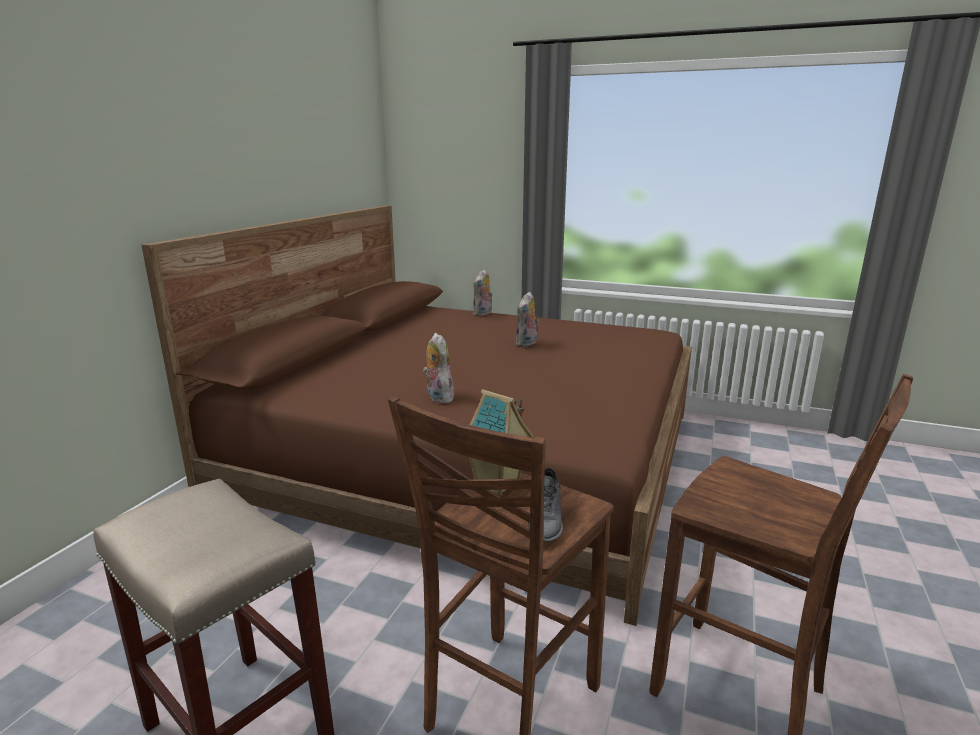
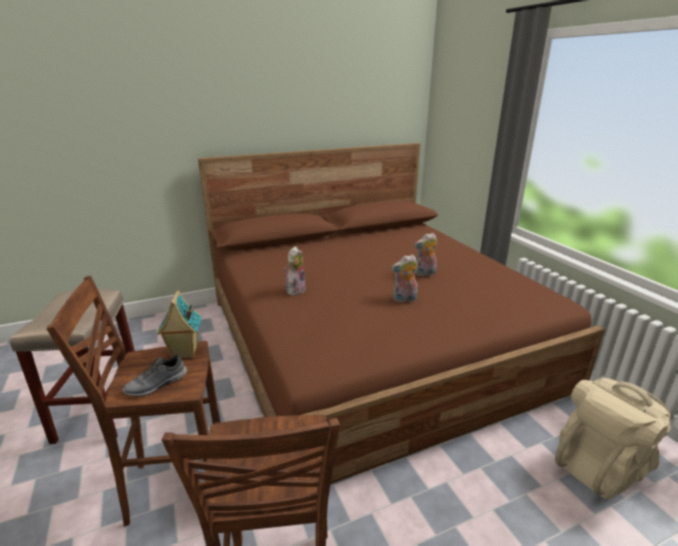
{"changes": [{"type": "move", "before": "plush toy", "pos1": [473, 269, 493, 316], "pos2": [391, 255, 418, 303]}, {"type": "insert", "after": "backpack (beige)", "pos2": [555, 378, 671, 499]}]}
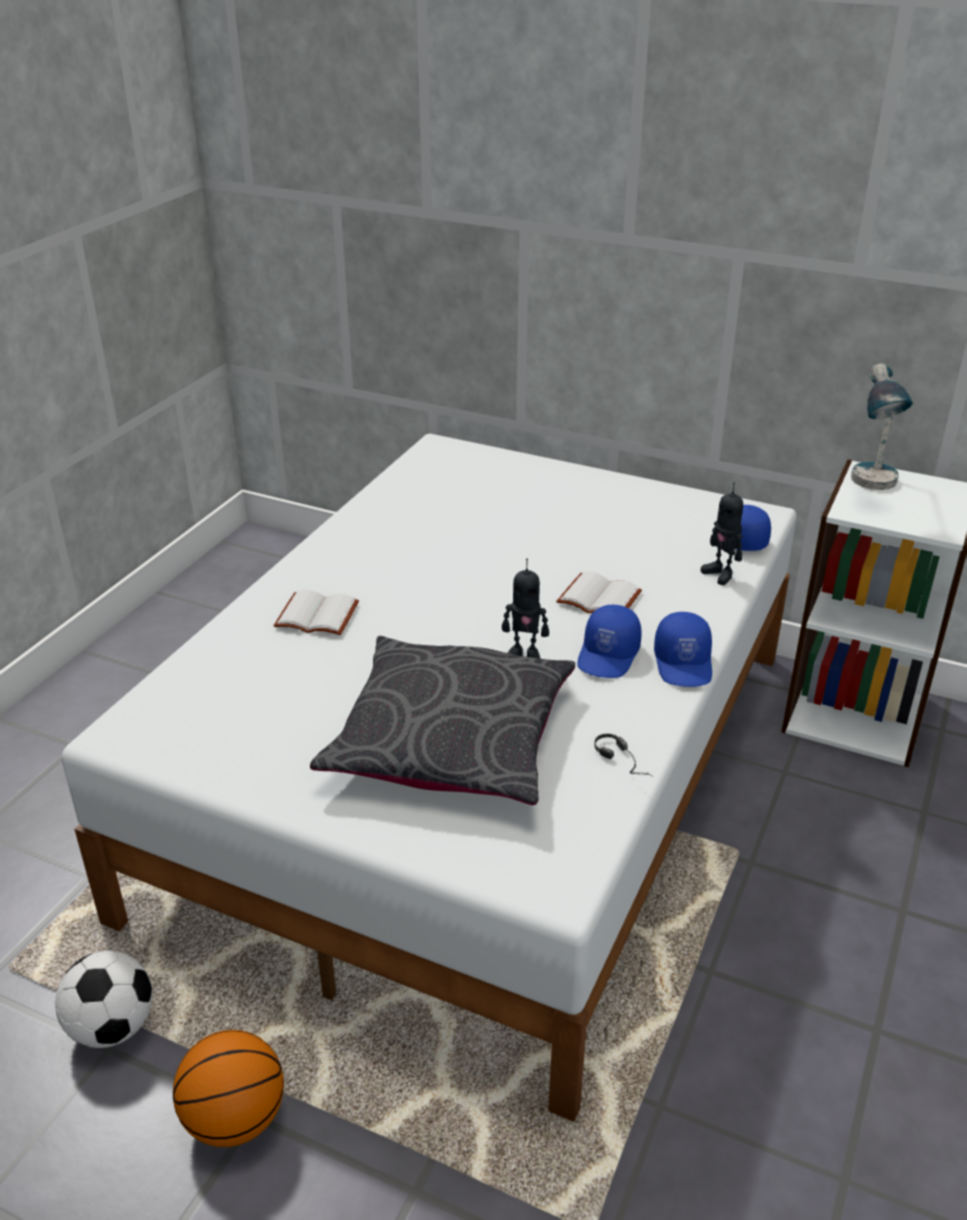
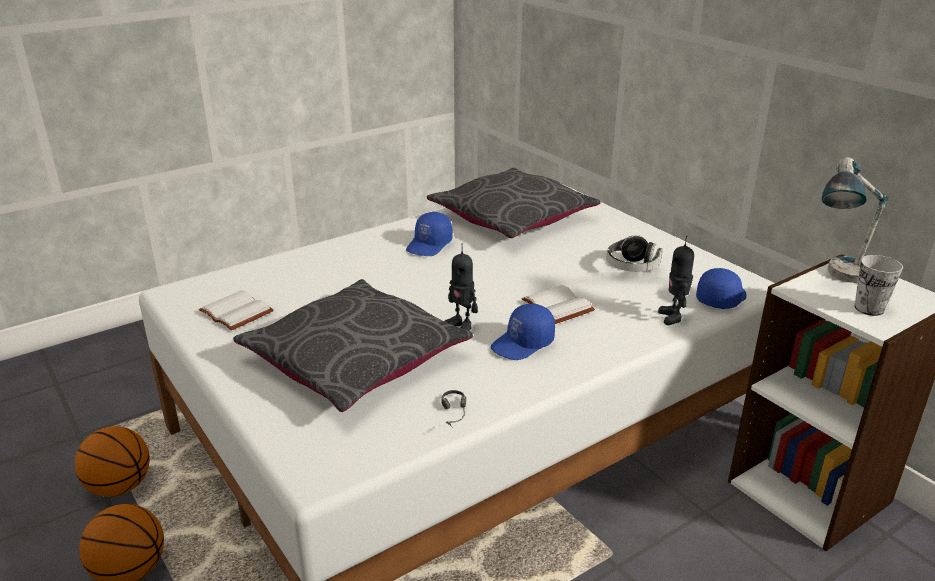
{"changes": [{"type": "replace", "before": "football", "after": "basketball", "pos1": [55, 950, 153, 1048], "pos2": [74, 426, 150, 497]}, {"type": "move", "before": "book (white)", "pos1": [274, 590, 359, 635], "pos2": [199, 290, 273, 330]}, {"type": "move", "before": "cap (blue)", "pos1": [654, 612, 712, 687], "pos2": [406, 212, 453, 256]}, {"type": "insert", "after": "pillow (grey)", "pos2": [427, 168, 600, 238]}, {"type": "insert", "after": "headphones", "pos2": [606, 235, 662, 272]}, {"type": "insert", "after": "cup", "pos2": [855, 255, 903, 316]}]}
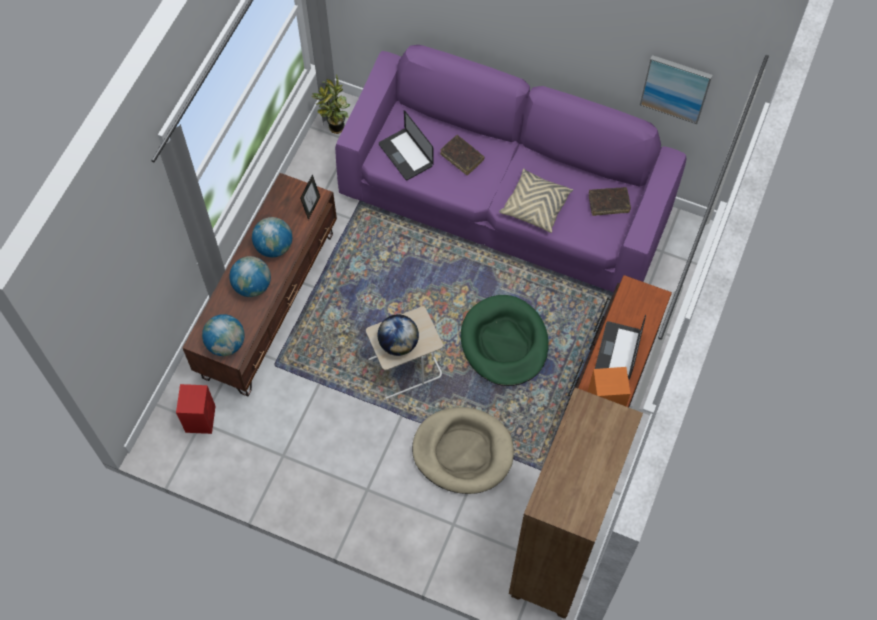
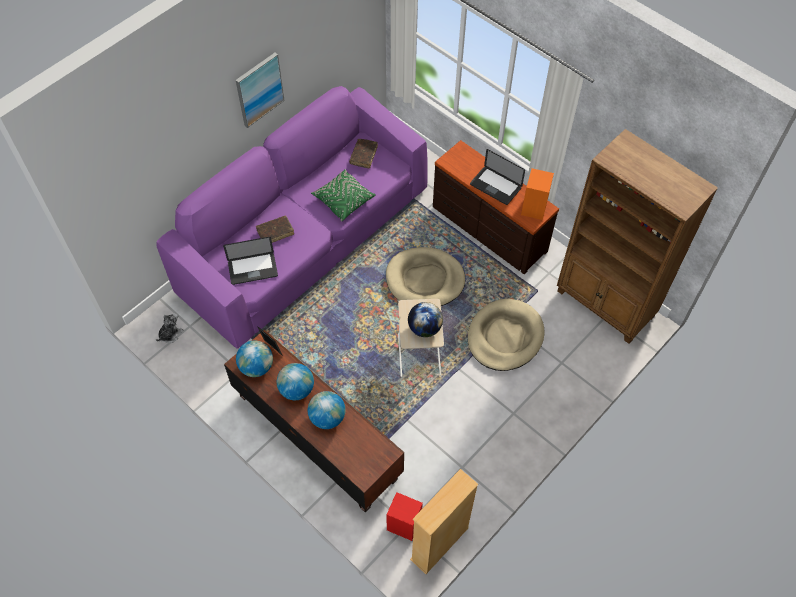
{"changes": [{"type": "replace", "before": "potted plant", "after": "plush toy", "pos1": [312, 74, 351, 134], "pos2": [156, 313, 183, 343]}, {"type": "move", "before": "picture", "pos1": [640, 55, 712, 124], "pos2": [236, 53, 285, 128]}, {"type": "move", "before": "globe", "pos1": [202, 314, 245, 356], "pos2": [236, 340, 273, 377]}, {"type": "recolor", "before": "pillow (beige)", "after": "pillow (green)", "pos1": [499, 169, 574, 233], "pos2": [311, 169, 376, 222]}, {"type": "recolor", "before": "dog bed (green)", "after": "dog bed (beige)", "pos1": [461, 295, 549, 386], "pos2": [386, 247, 465, 306]}, {"type": "insert", "after": "bookcase (beige)", "pos2": [410, 469, 478, 574]}]}
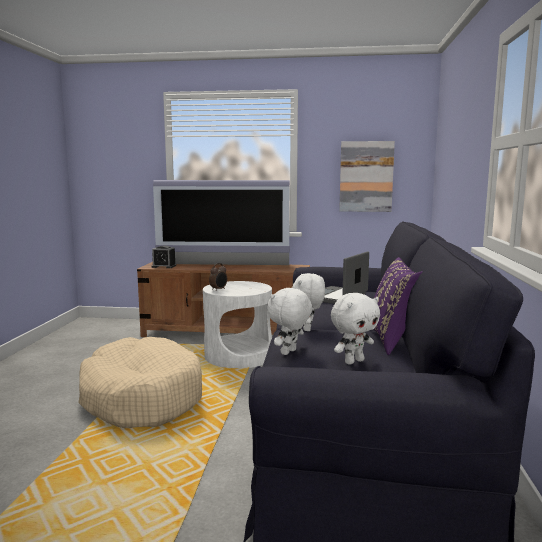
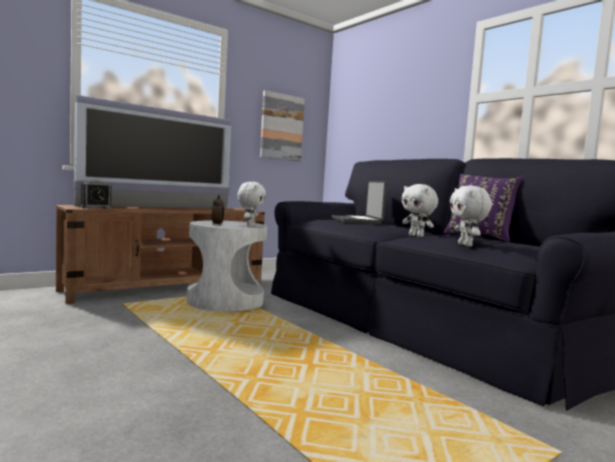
{"changes": [{"type": "move", "before": "plush toy (white)", "pos1": [331, 293, 380, 364], "pos2": [237, 182, 266, 227]}, {"type": "delete", "before": "dog bed (beige)", "pos1": [79, 337, 202, 428]}]}
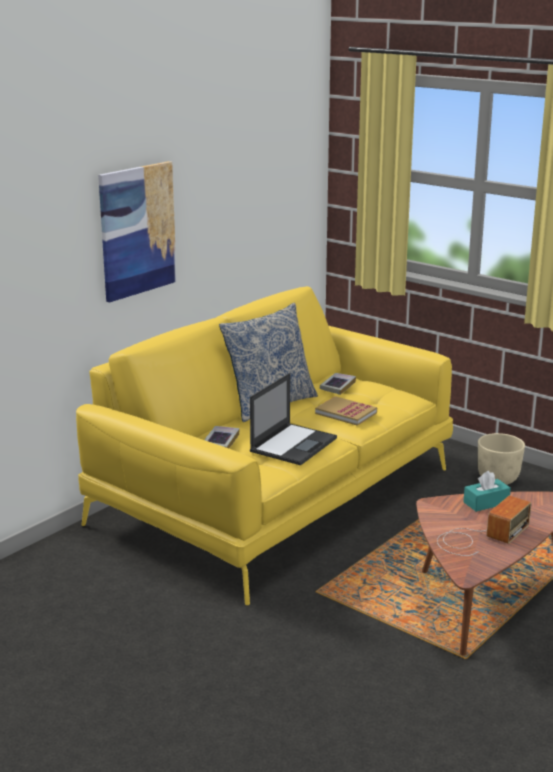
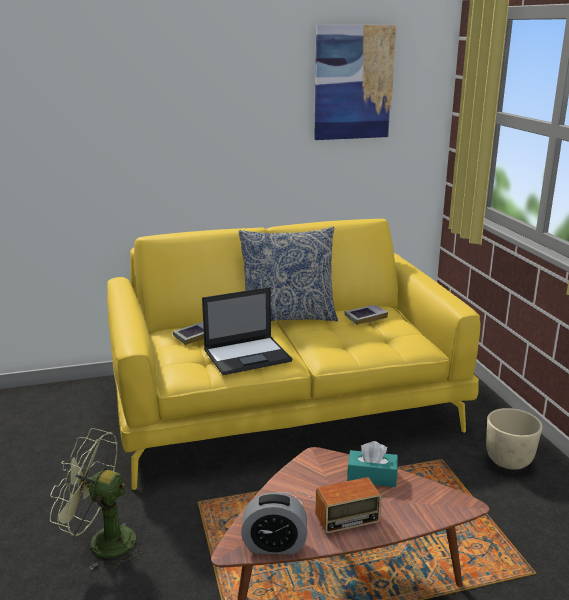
{"changes": [{"type": "insert", "after": "fan (green)", "pos2": [50, 428, 143, 570]}, {"type": "insert", "after": "alarm clock", "pos2": [241, 492, 307, 554]}, {"type": "move", "before": "picture", "pos1": [98, 161, 177, 302], "pos2": [314, 25, 396, 140]}, {"type": "delete", "before": "book", "pos1": [315, 396, 377, 426]}]}
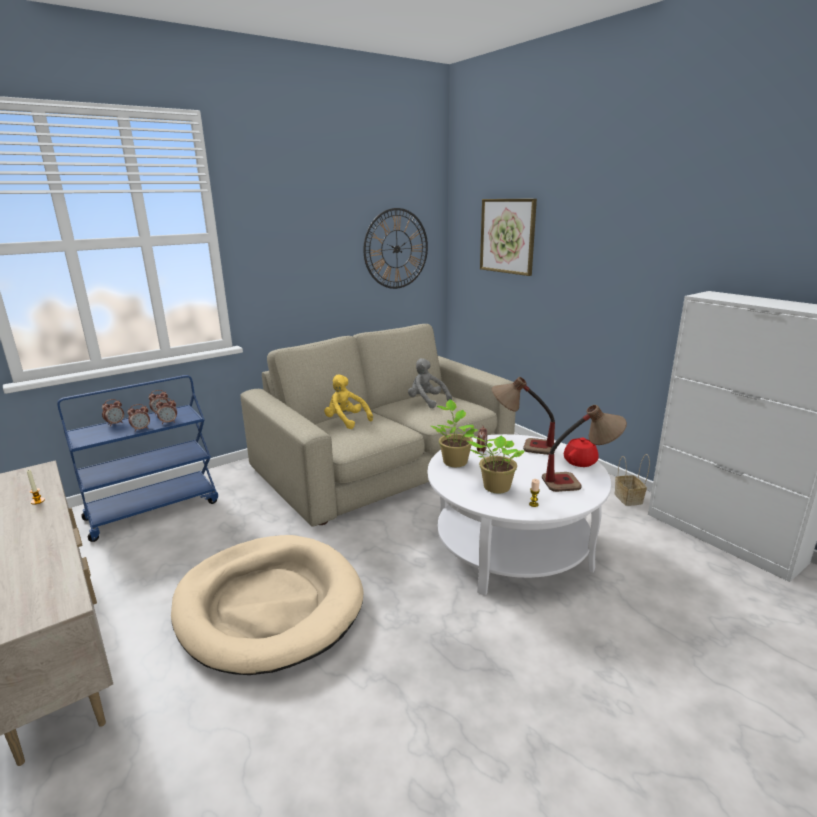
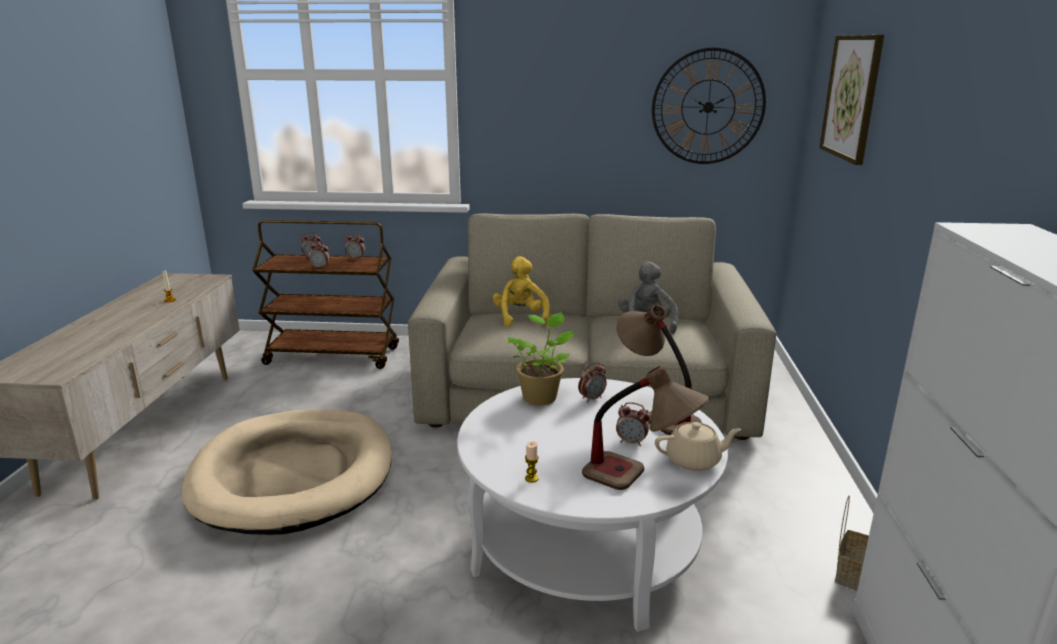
{"changes": [{"type": "recolor", "before": "cart (blue)", "after": "cart (brown)", "pos1": [57, 375, 218, 542], "pos2": [252, 220, 399, 369]}, {"type": "move", "before": "alarm clock", "pos1": [156, 398, 177, 424], "pos2": [616, 402, 650, 446]}, {"type": "recolor", "before": "teapot (red)", "after": "teapot (beige)", "pos1": [564, 438, 599, 467], "pos2": [655, 422, 741, 471]}, {"type": "delete", "before": "potted plant", "pos1": [467, 436, 525, 493]}]}
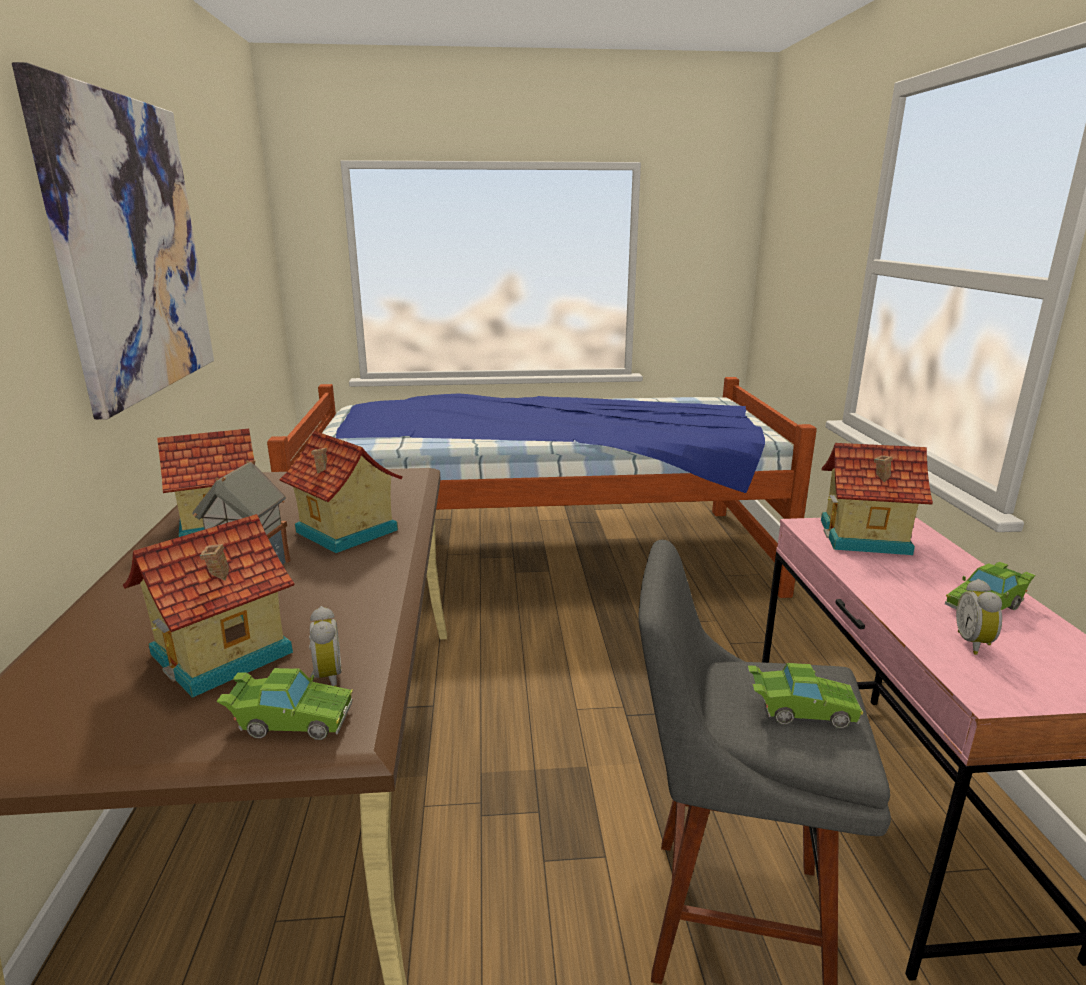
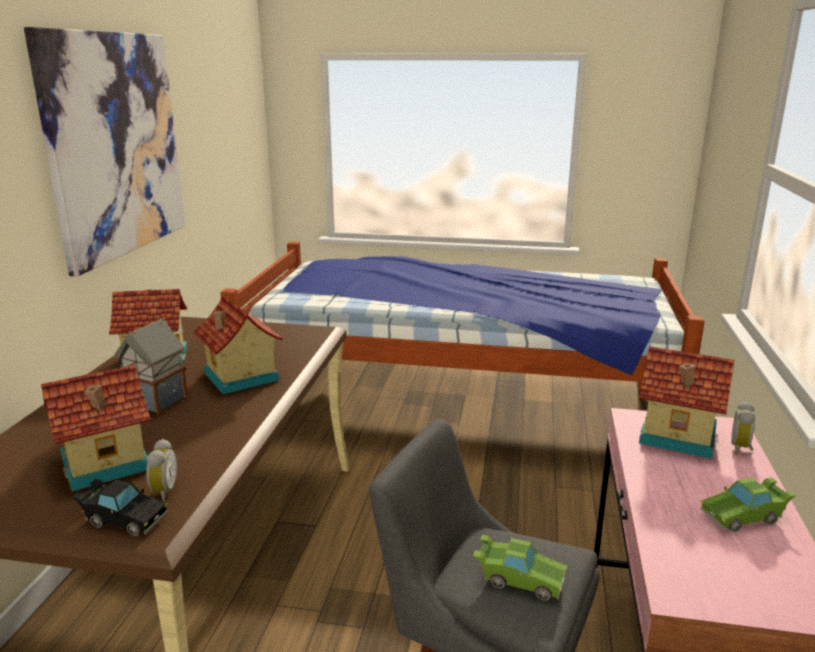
{"changes": [{"type": "recolor", "before": "toy car (green)", "after": "toy car (black)", "pos1": [216, 668, 353, 740], "pos2": [72, 479, 168, 536]}, {"type": "move", "before": "alarm clock", "pos1": [956, 579, 1002, 655], "pos2": [731, 402, 755, 455]}]}
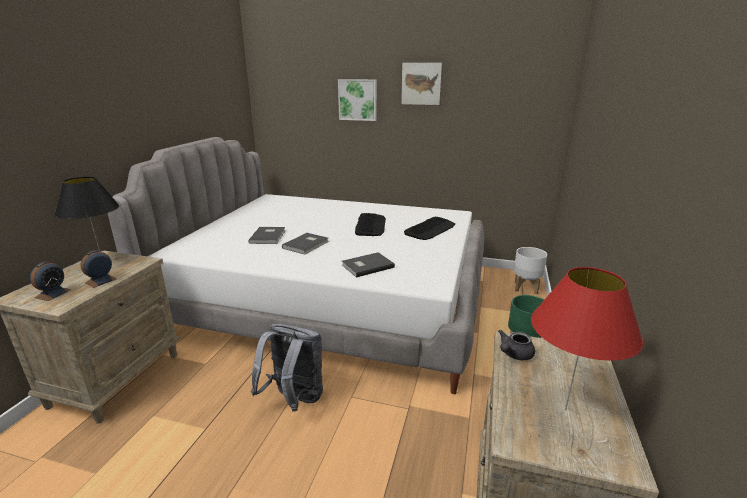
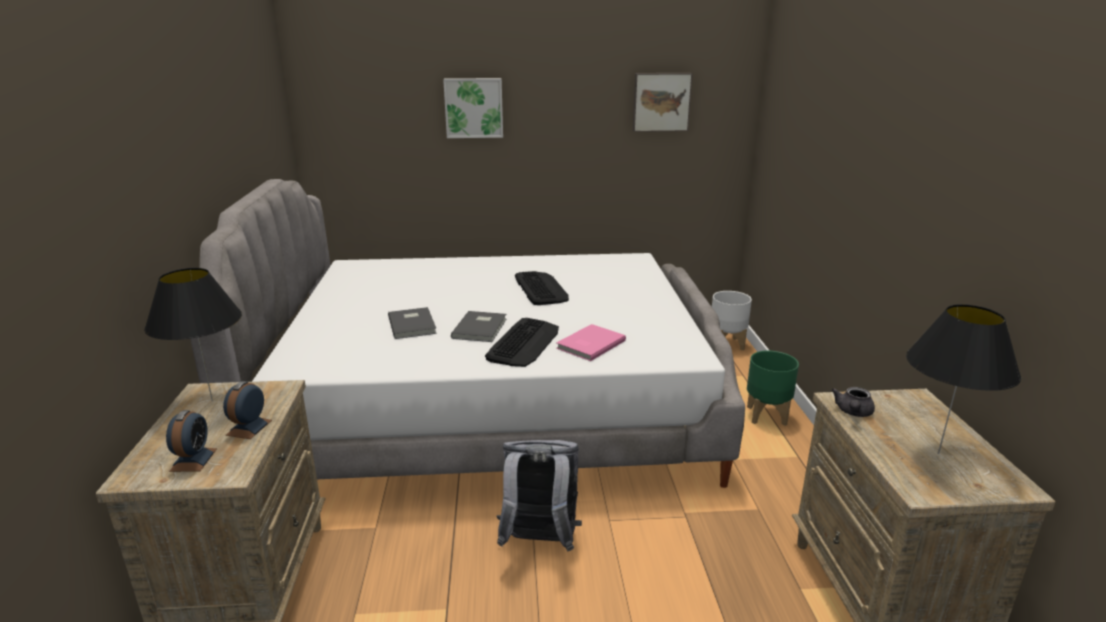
{"changes": [{"type": "move", "before": "keyboard", "pos1": [404, 217, 455, 240], "pos2": [485, 318, 559, 367]}, {"type": "recolor", "before": "book (grey)", "after": "book (pink)", "pos1": [342, 252, 395, 277], "pos2": [556, 324, 626, 361]}, {"type": "move", "before": "picture", "pos1": [400, 61, 443, 106], "pos2": [633, 73, 693, 132]}, {"type": "recolor", "before": "table lamp (red)", "after": "table lamp (black)", "pos1": [531, 267, 643, 410], "pos2": [906, 304, 1021, 454]}]}
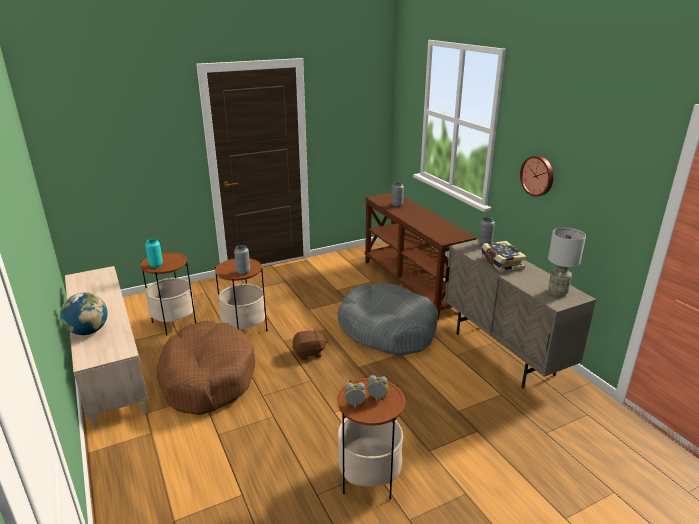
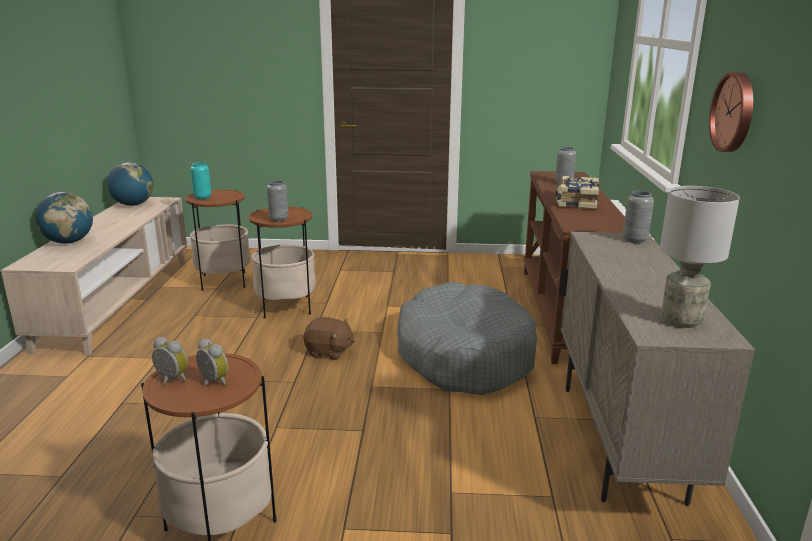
{"changes": [{"type": "insert", "after": "globe", "pos2": [107, 162, 153, 206]}, {"type": "move", "before": "book", "pos1": [481, 241, 527, 272], "pos2": [556, 176, 599, 209]}, {"type": "delete", "before": "dog bed (brown)", "pos1": [157, 321, 255, 415]}]}
